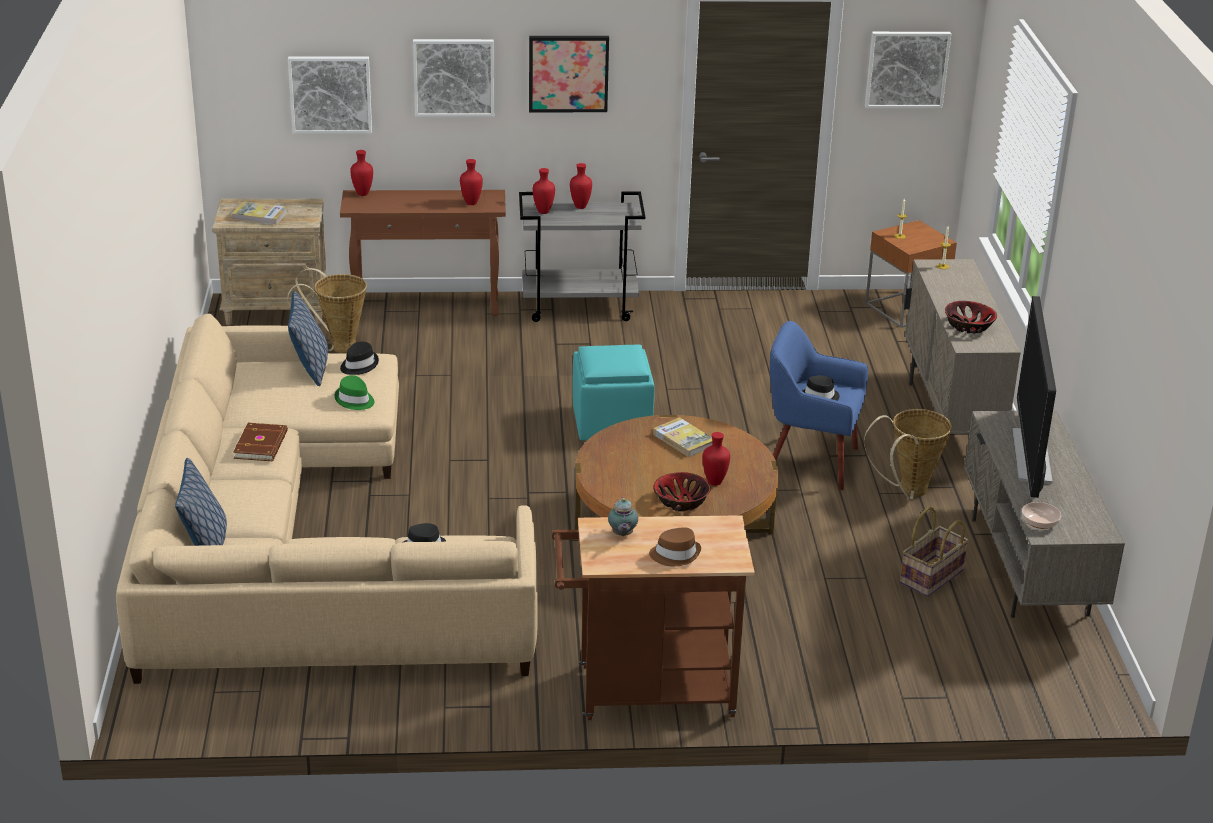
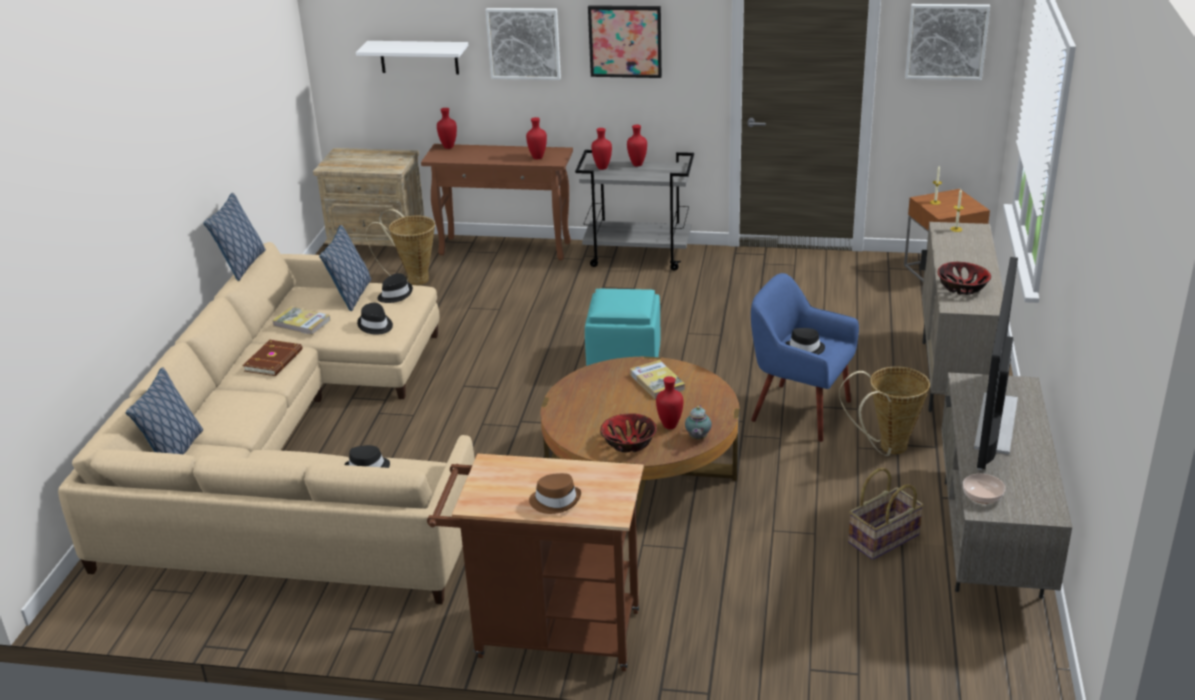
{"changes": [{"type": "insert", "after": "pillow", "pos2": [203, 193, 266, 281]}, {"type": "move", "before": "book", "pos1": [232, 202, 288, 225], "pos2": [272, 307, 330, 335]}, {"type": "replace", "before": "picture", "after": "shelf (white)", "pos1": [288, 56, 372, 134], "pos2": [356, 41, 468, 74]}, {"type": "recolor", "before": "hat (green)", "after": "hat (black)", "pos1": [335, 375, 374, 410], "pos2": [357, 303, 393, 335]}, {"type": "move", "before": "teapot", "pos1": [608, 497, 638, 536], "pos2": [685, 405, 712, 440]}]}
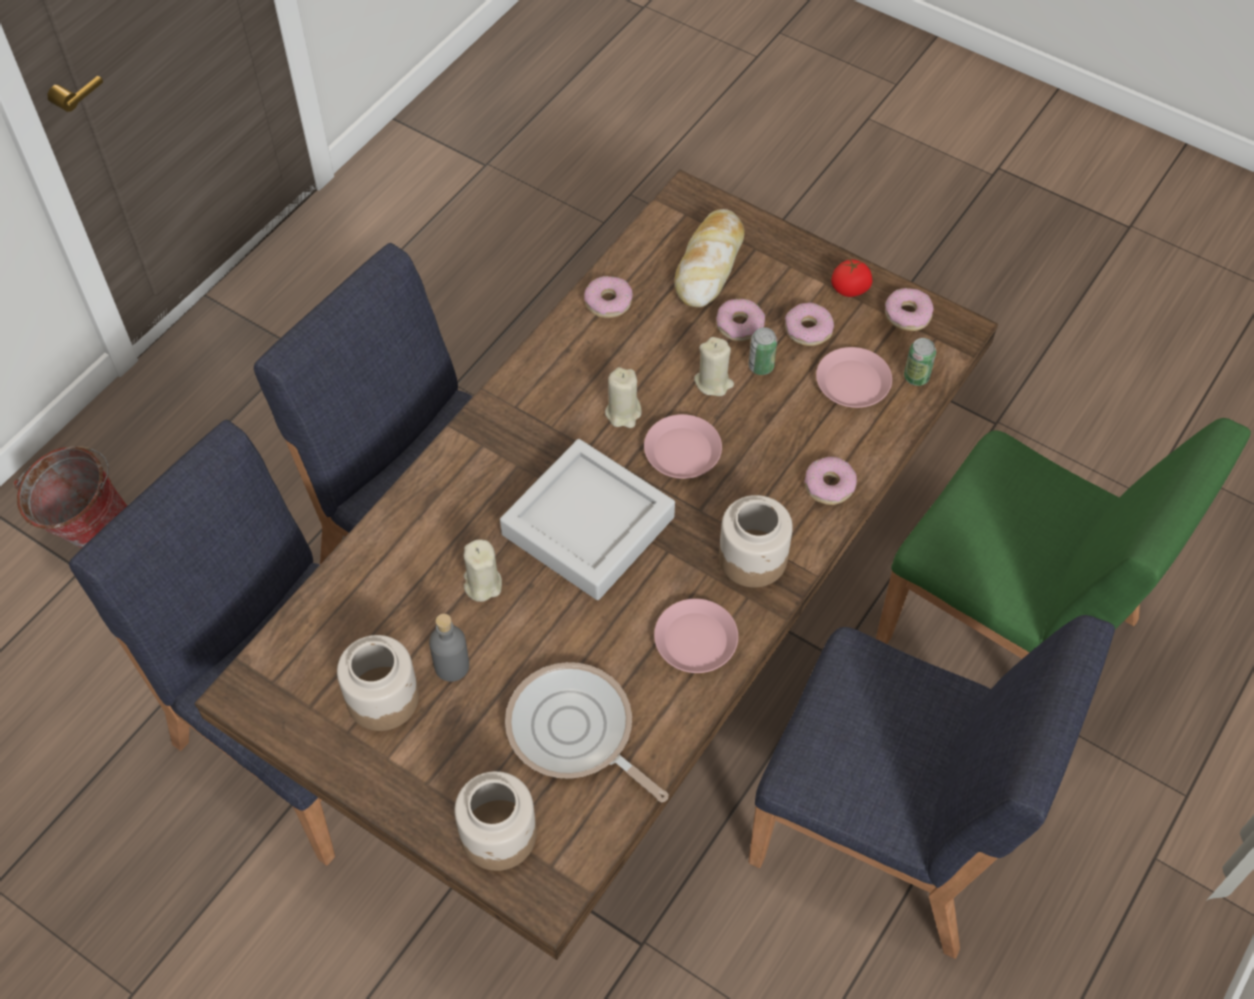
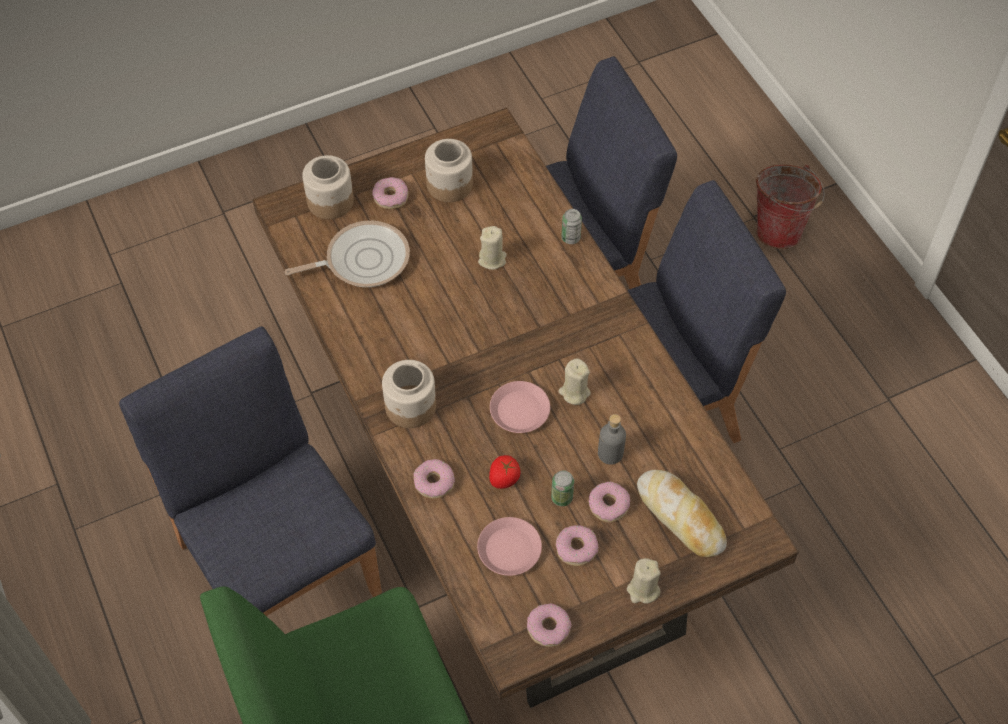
{"changes": [{"type": "rotate", "before": "chair (blue)", "pos1": [749, 615, 1115, 959], "pos2": [119, 326, 382, 616], "turn": 90}, {"type": "move", "before": "donut", "pos1": [584, 276, 633, 318], "pos2": [372, 177, 409, 209]}, {"type": "move", "before": "tomato", "pos1": [831, 259, 872, 297], "pos2": [489, 455, 521, 489]}, {"type": "move", "before": "can", "pos1": [904, 338, 936, 386], "pos2": [561, 209, 582, 244]}, {"type": "move", "before": "bottle (grey)", "pos1": [429, 614, 469, 682], "pos2": [598, 414, 626, 465]}, {"type": "move", "before": "candle (beige)", "pos1": [694, 337, 734, 396], "pos2": [627, 558, 661, 604]}, {"type": "delete", "before": "tray (grey)", "pos1": [500, 439, 675, 600]}, {"type": "delete", "before": "plate (pink)", "pos1": [654, 599, 738, 673]}]}
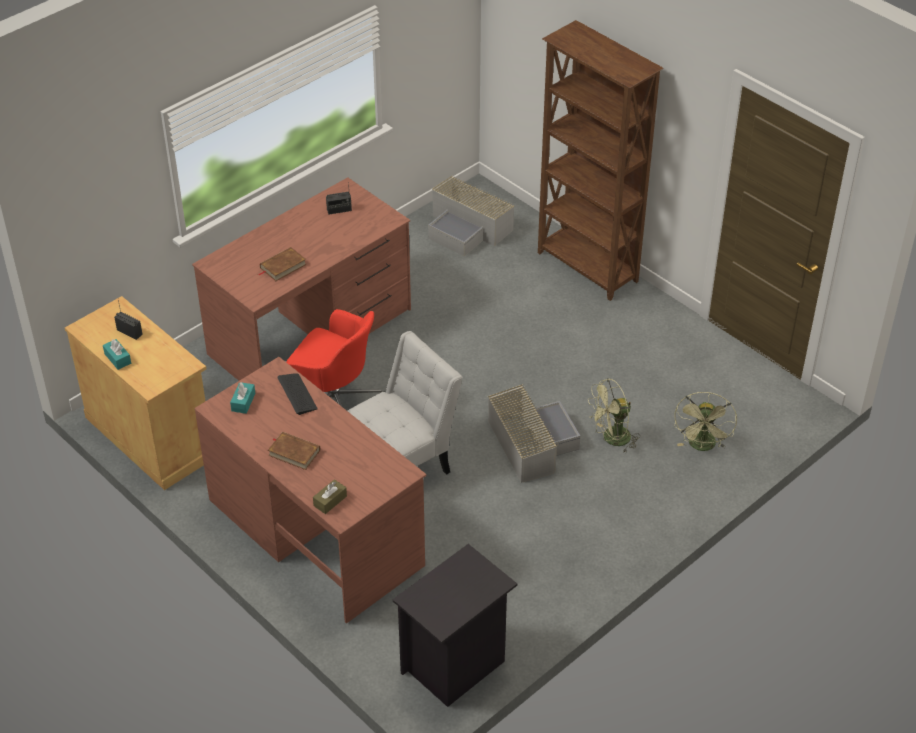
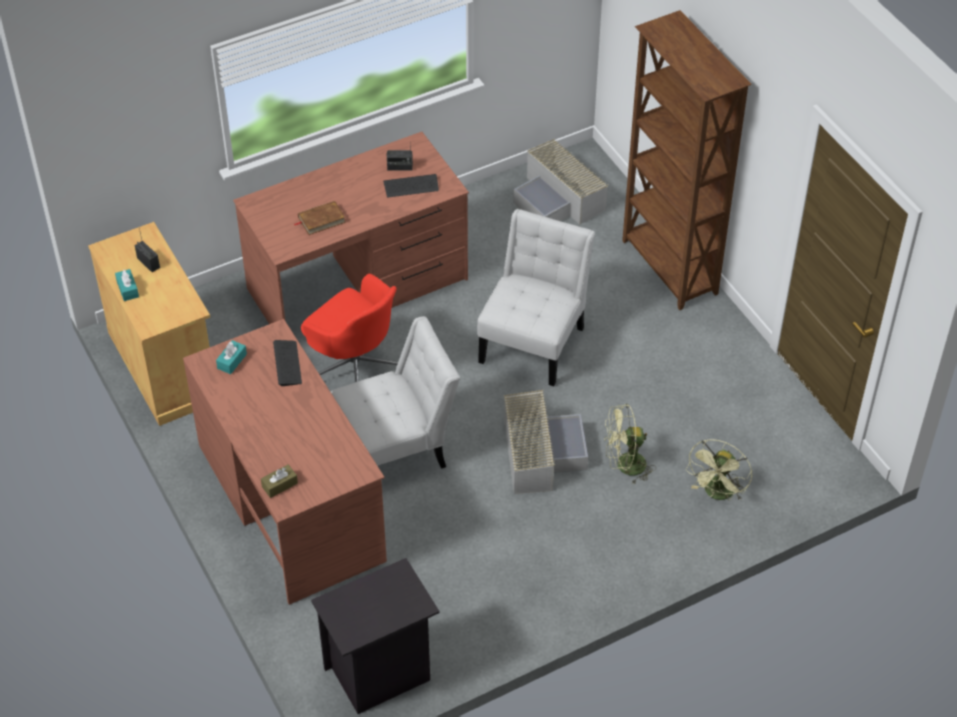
{"changes": [{"type": "insert", "after": "keyboard", "pos2": [383, 174, 439, 197]}, {"type": "insert", "after": "chair (white)", "pos2": [477, 209, 595, 386]}, {"type": "delete", "before": "book (brown)", "pos1": [268, 432, 320, 470]}]}
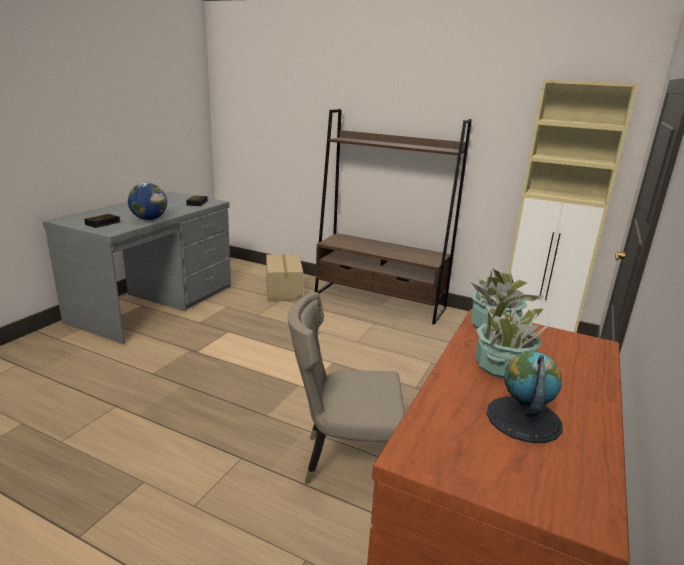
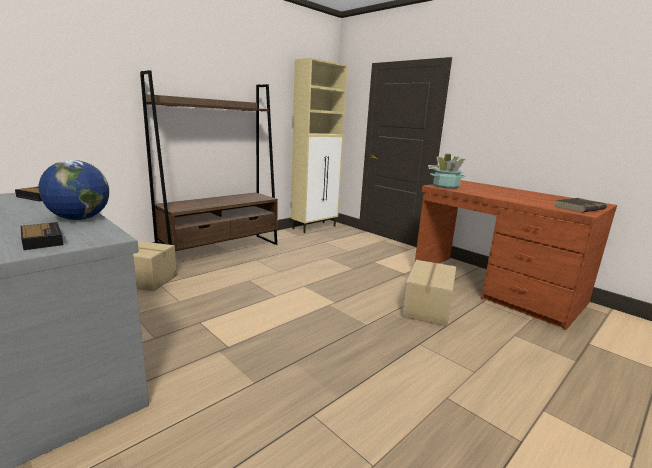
{"changes": [{"type": "replace", "before": "chair (beige)", "after": "cardboard box", "pos1": [288, 292, 405, 484], "pos2": [402, 260, 456, 326]}, {"type": "insert", "after": "book (brown)", "pos2": [554, 198, 607, 213]}, {"type": "delete", "before": "potted plant", "pos1": [475, 298, 550, 378]}, {"type": "delete", "before": "globe", "pos1": [486, 351, 562, 443]}]}
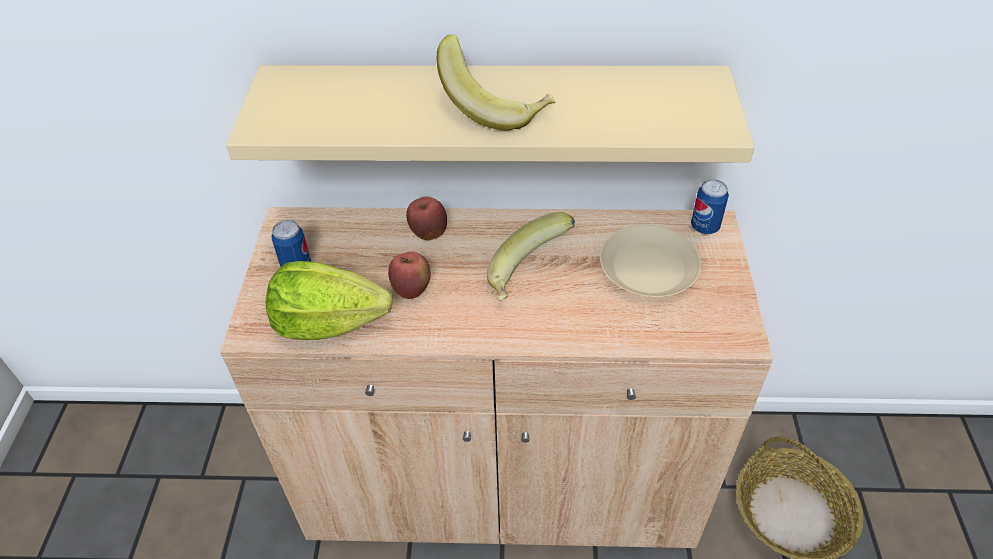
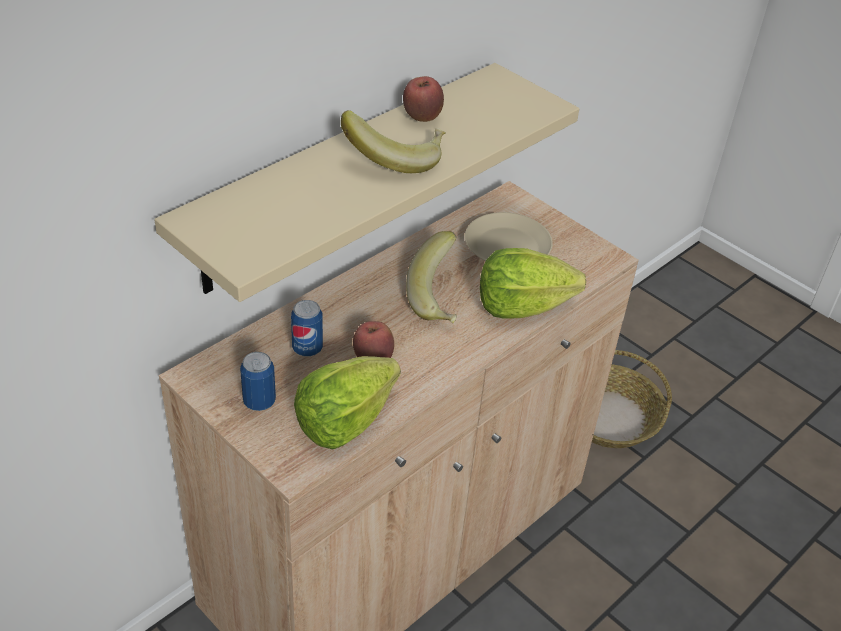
{"changes": [{"type": "move", "before": "can", "pos1": [691, 179, 729, 234], "pos2": [291, 300, 323, 356]}, {"type": "move", "before": "apple", "pos1": [406, 196, 447, 240], "pos2": [403, 76, 444, 122]}, {"type": "insert", "after": "lettuce", "pos2": [480, 248, 586, 319]}]}
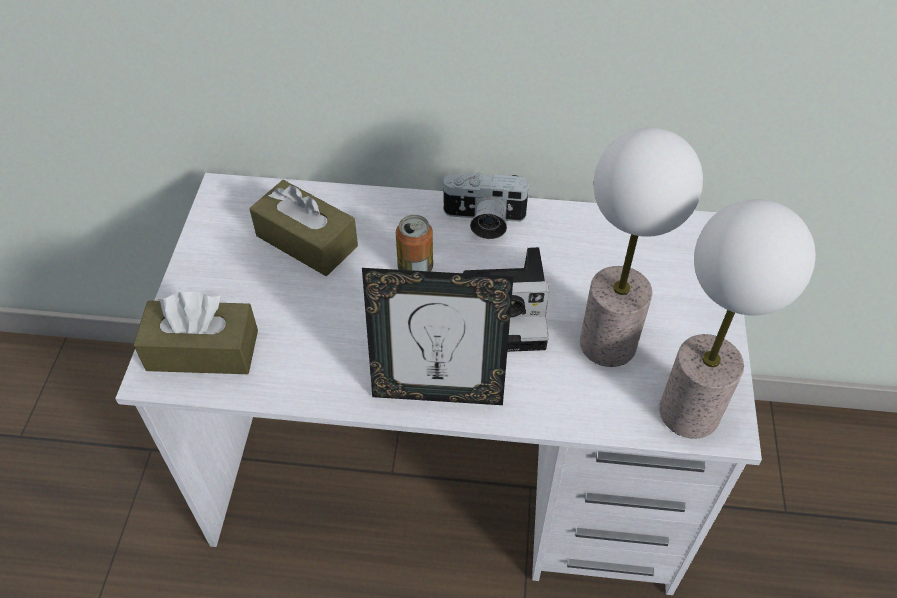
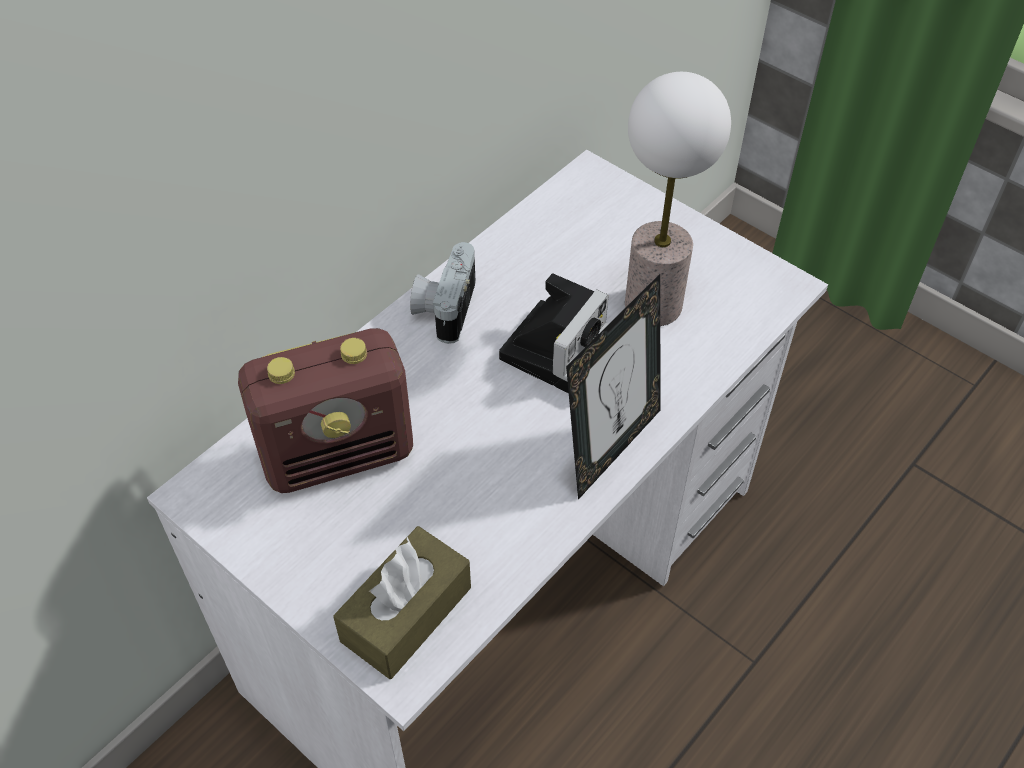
{"changes": [{"type": "replace", "before": "tissue box (brown)", "after": "radio", "pos1": [249, 180, 358, 276], "pos2": [238, 328, 413, 493]}, {"type": "rotate", "before": "photo camera", "pos1": [440, 172, 531, 239], "pos2": [410, 242, 476, 344], "turn": 150}, {"type": "delete", "before": "can", "pos1": [396, 215, 433, 272]}, {"type": "delete", "before": "table lamp", "pos1": [659, 199, 816, 439]}]}
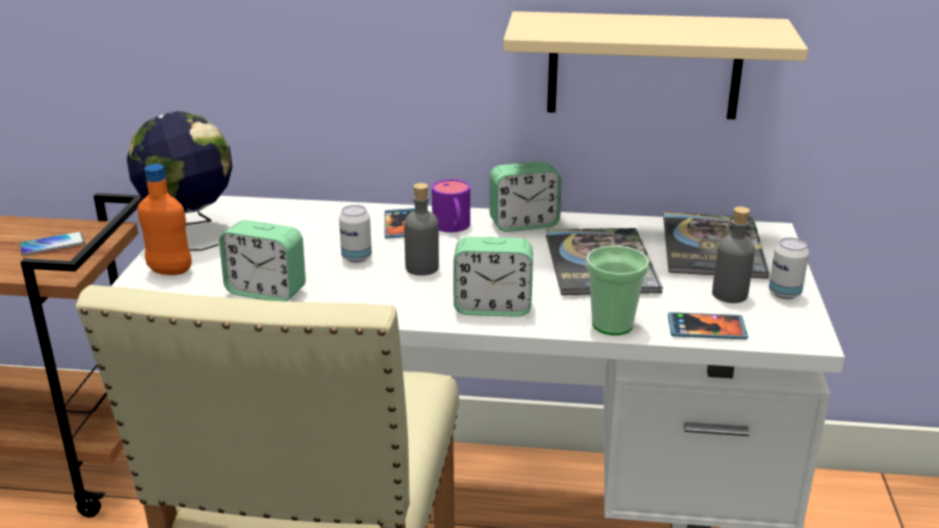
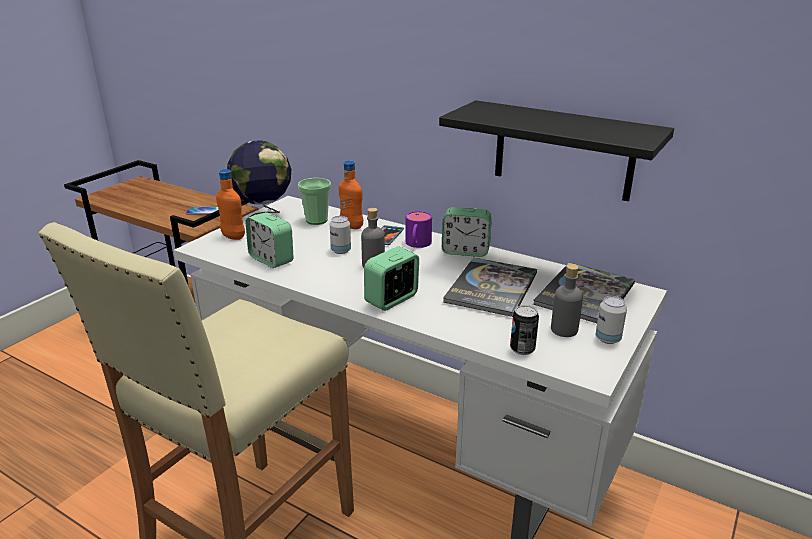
{"changes": [{"type": "move", "before": "cup", "pos1": [586, 246, 649, 336], "pos2": [298, 178, 331, 225]}, {"type": "insert", "after": "bottle (orange)", "pos2": [339, 161, 363, 229]}, {"type": "rotate", "before": "alarm clock", "pos1": [453, 237, 533, 317], "pos2": [364, 246, 419, 311], "turn": 105}, {"type": "recolor", "before": "shelf (beige)", "after": "shelf (black)", "pos1": [503, 11, 808, 119], "pos2": [439, 100, 674, 202]}, {"type": "replace", "before": "phone", "after": "can", "pos1": [668, 312, 748, 339], "pos2": [510, 305, 539, 355]}]}
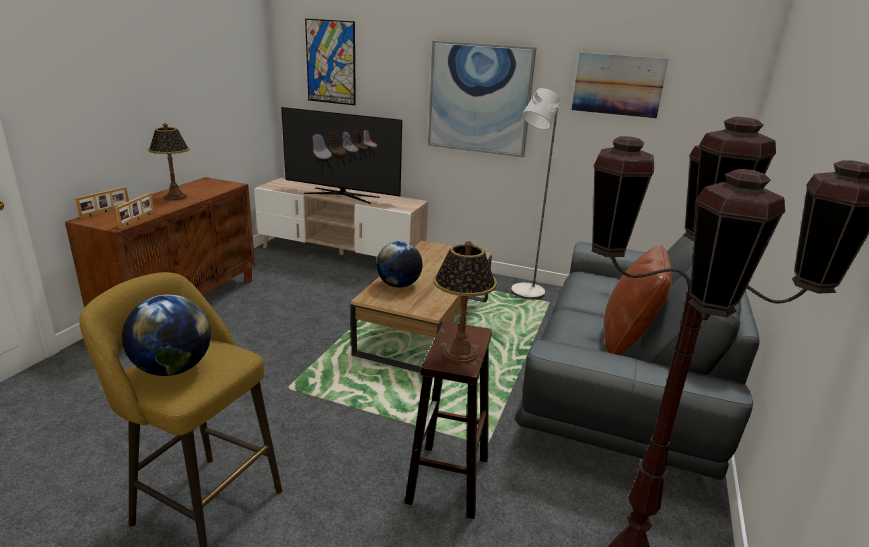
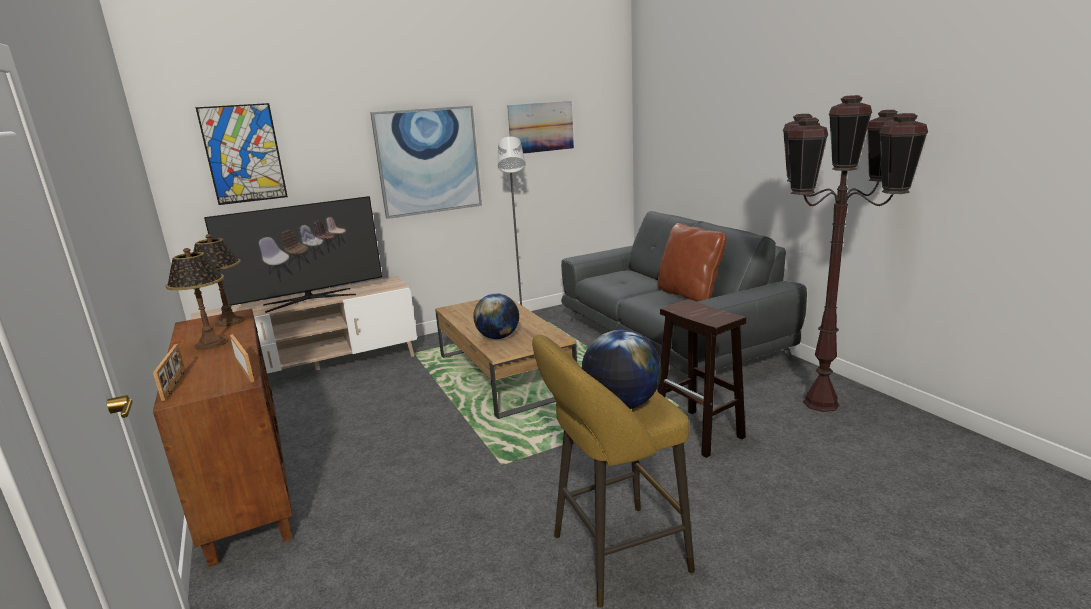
{"changes": [{"type": "move", "before": "table lamp", "pos1": [433, 241, 497, 363], "pos2": [193, 234, 244, 327]}]}
